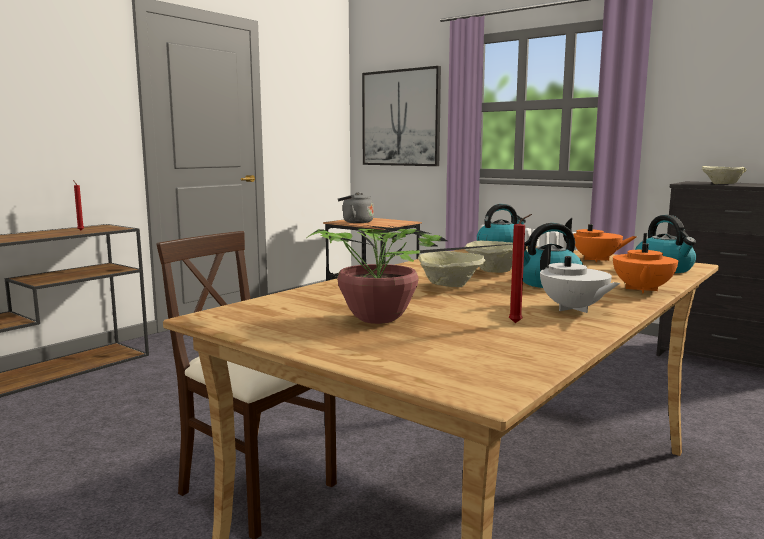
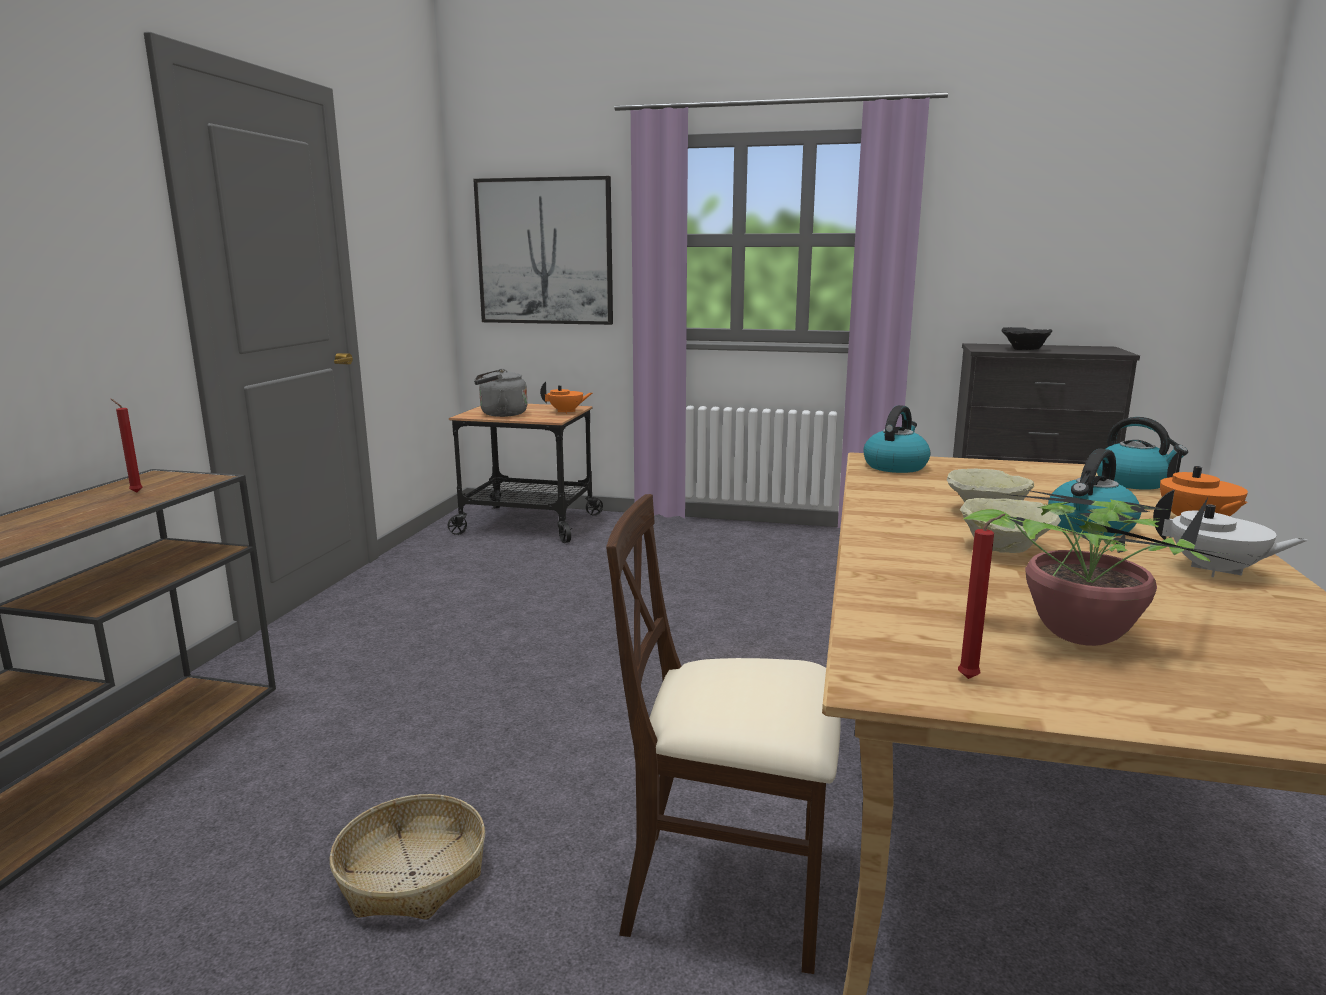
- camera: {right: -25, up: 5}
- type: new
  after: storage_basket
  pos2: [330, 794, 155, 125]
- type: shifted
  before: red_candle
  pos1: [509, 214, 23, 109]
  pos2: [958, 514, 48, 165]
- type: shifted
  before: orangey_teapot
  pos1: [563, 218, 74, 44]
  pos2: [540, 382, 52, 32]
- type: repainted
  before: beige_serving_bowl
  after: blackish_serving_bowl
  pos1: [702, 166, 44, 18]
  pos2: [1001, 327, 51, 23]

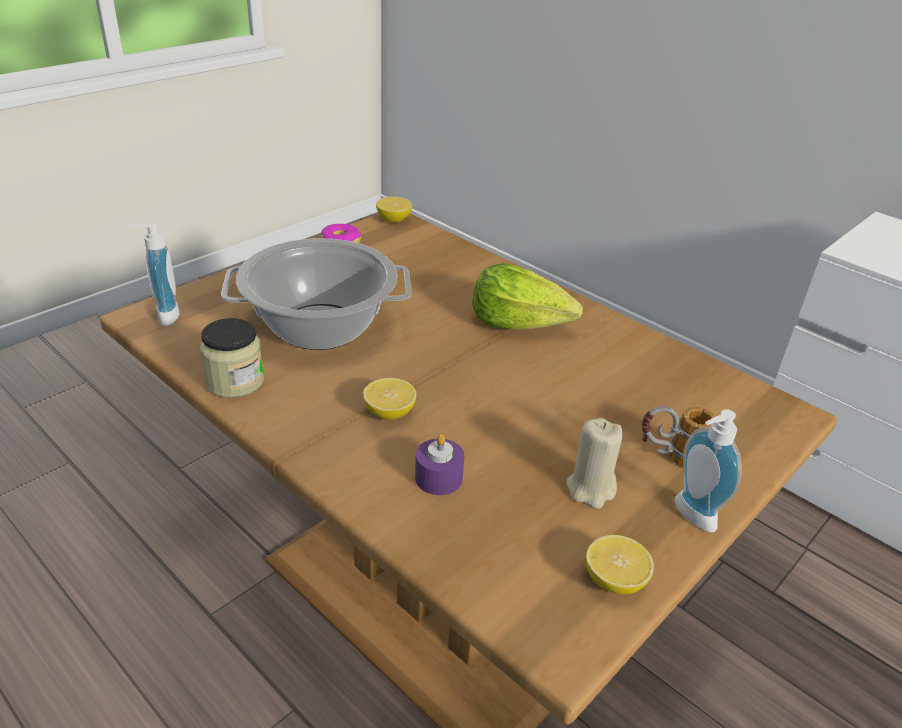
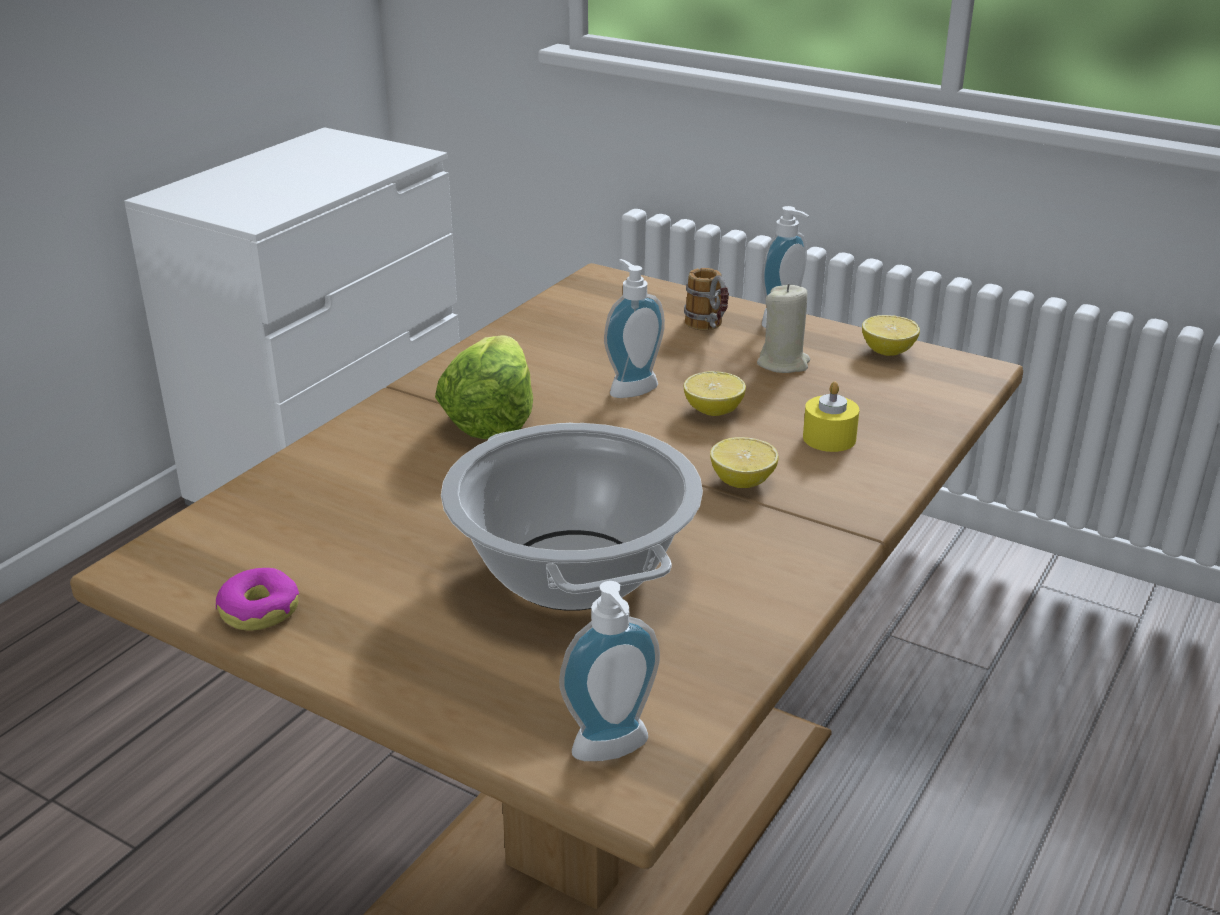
- camera: {right: -100, up: -5}
- type: gone
  before: preserve_jar
  pos1: [200, 318, 64, 80]
- type: new
  after: soap_bottle
  pos2: [604, 259, 61, 139]
- type: shifted
  before: citrus_fruit
  pos1: [376, 197, 36, 26]
  pos2: [684, 371, 62, 45]
- type: repainted
  before: purple-coloured_candle
  after: yellowish_candle
  pos1: [415, 434, 49, 61]
  pos2: [803, 382, 56, 70]

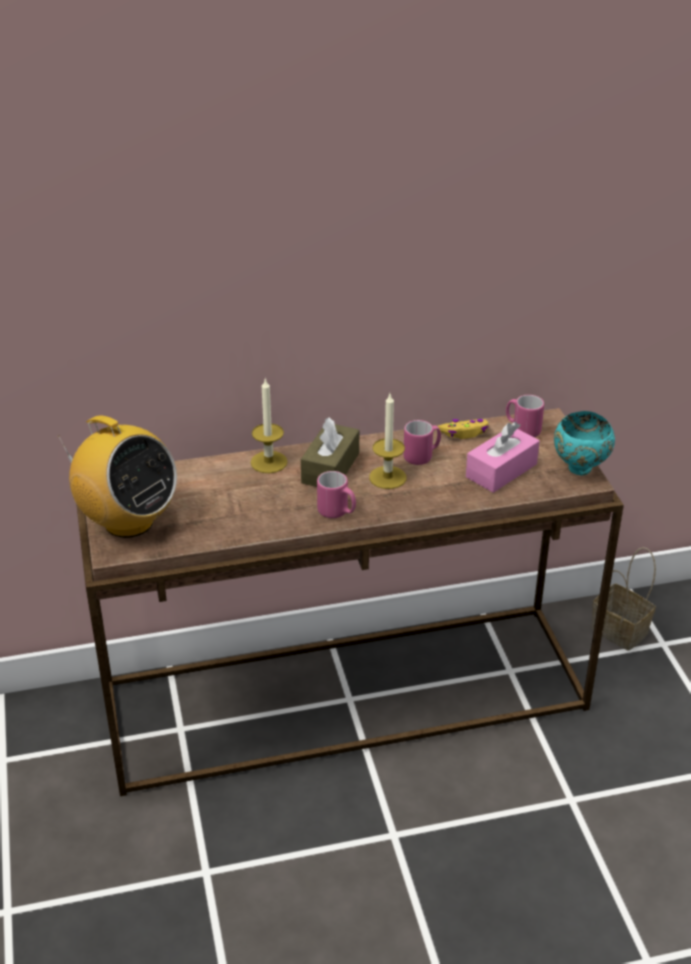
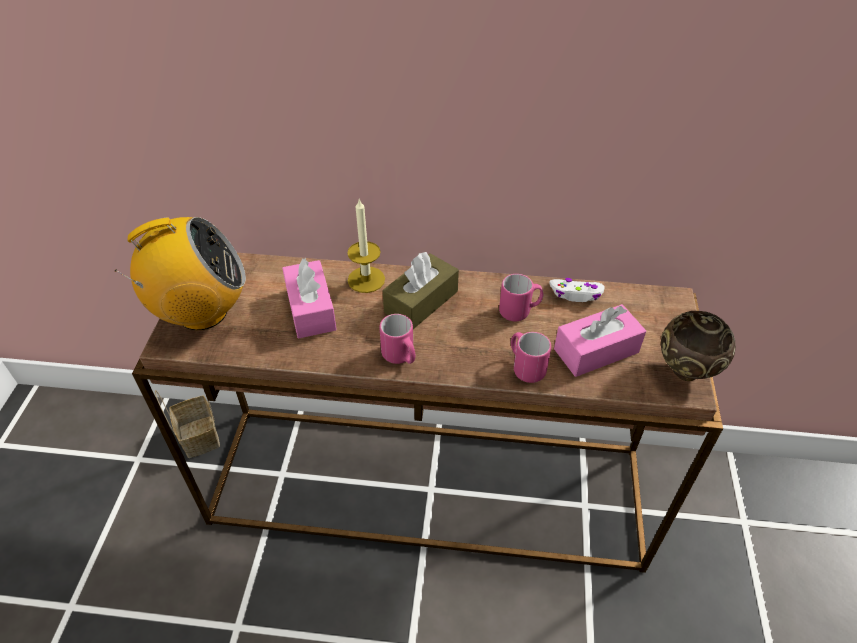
- camera: {right: 20, up: 10}
- type: gone
  before: candle
  pos1: [369, 394, 37, 95]
- type: new
  after: pink_box_of_tissues
  pos2: [282, 258, 55, 80]
- type: shifted
  before: pink_mug
  pos1: [506, 395, 38, 42]
  pos2: [511, 332, 40, 51]
- type: shifted
  before: storage_basket
  pos1: [591, 547, 65, 104]
  pos2: [155, 390, 65, 68]
- type: repainted
  before: yellowish_game_controller
  after: white_game_controller
  pos1: [438, 419, 50, 20]
  pos2: [549, 278, 55, 24]
- type: repainted
  before: turquoise_serving_bowl
  after: brown-coloured_serving_bowl
  pos1: [554, 411, 61, 64]
  pos2: [661, 311, 75, 70]
- type: rotated
  before: radio_set
  pos1: [58, 416, 119, 122]
  pos2: [115, 217, 131, 113]
  turn: -75

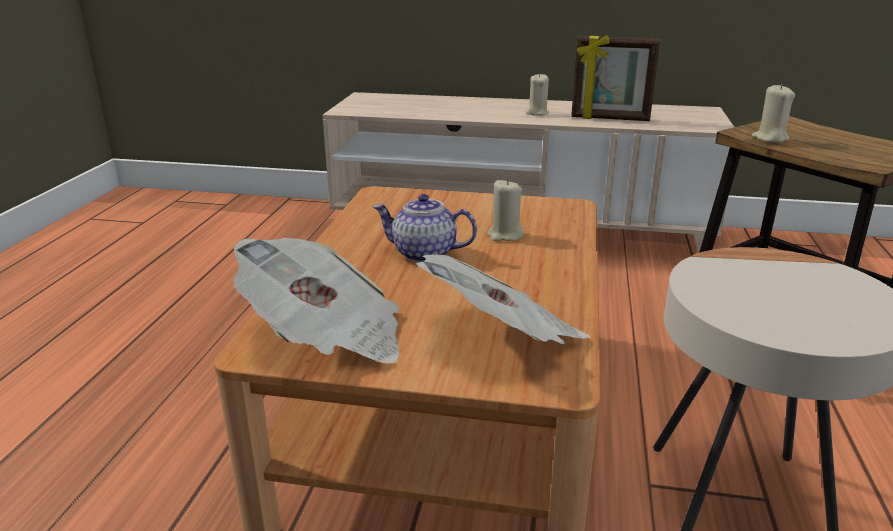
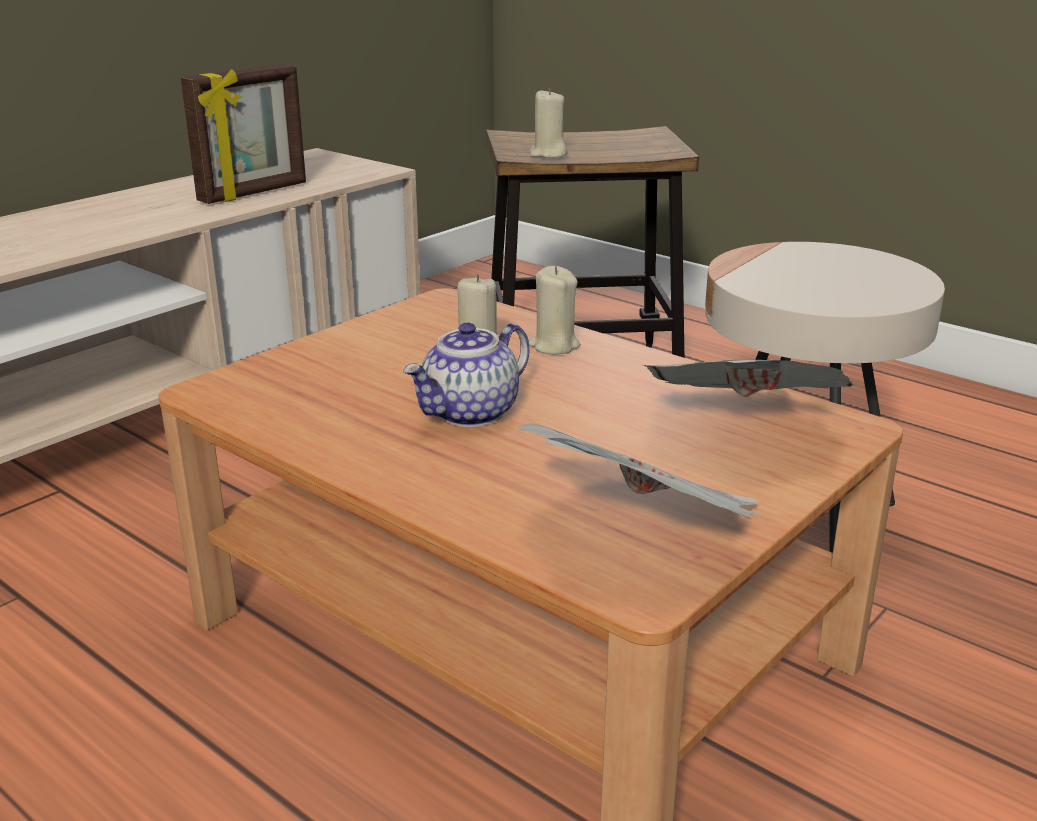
- camera: {right: -60, up: 0}
- type: shifted
  before: beige_candle
  pos1: [526, 73, 23, 43]
  pos2: [528, 266, 53, 89]

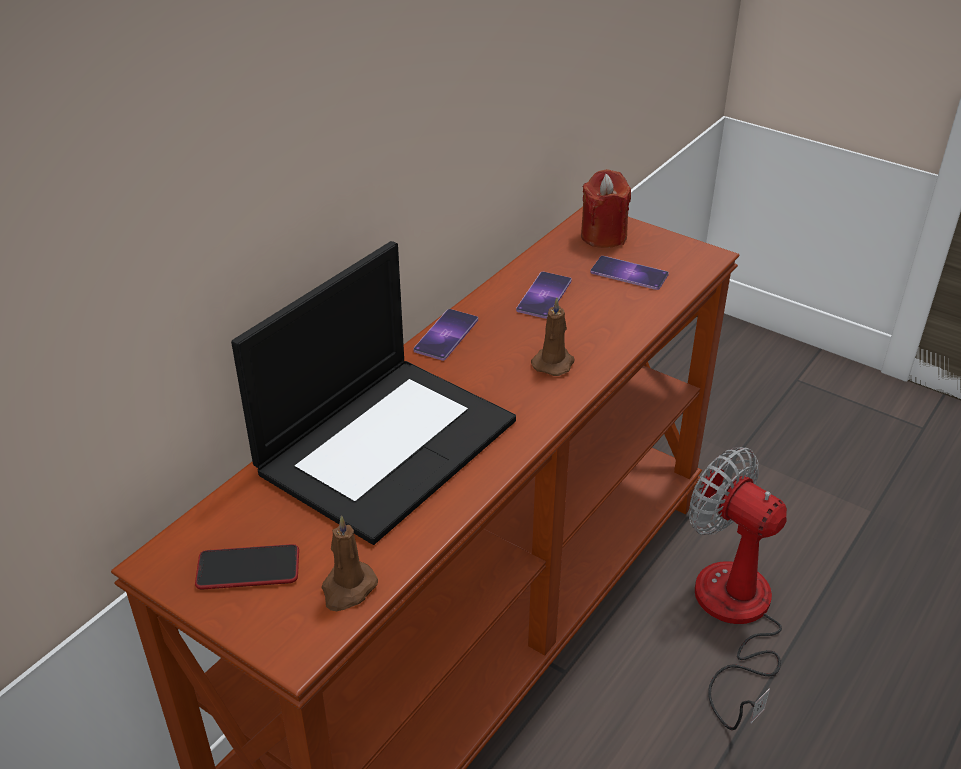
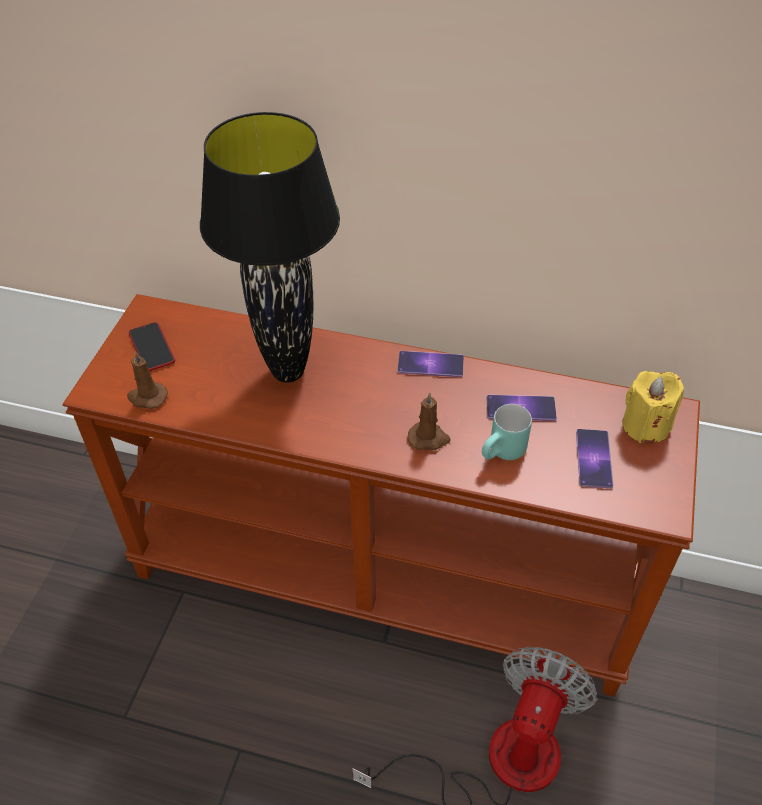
- camera: {right: 70, up: 10}
- type: new
  after: turquoise_mug
  pos2: [482, 404, 50, 56]
- type: swapped
  before: portable_computer
  after: blackish_tabletop_lamp
  pos1: [231, 241, 285, 304]
  pos2: [200, 112, 140, 271]
- type: repainted
  before: red_candle
  after: yellowish_candle
  pos1: [581, 169, 50, 79]
  pos2: [622, 371, 62, 73]

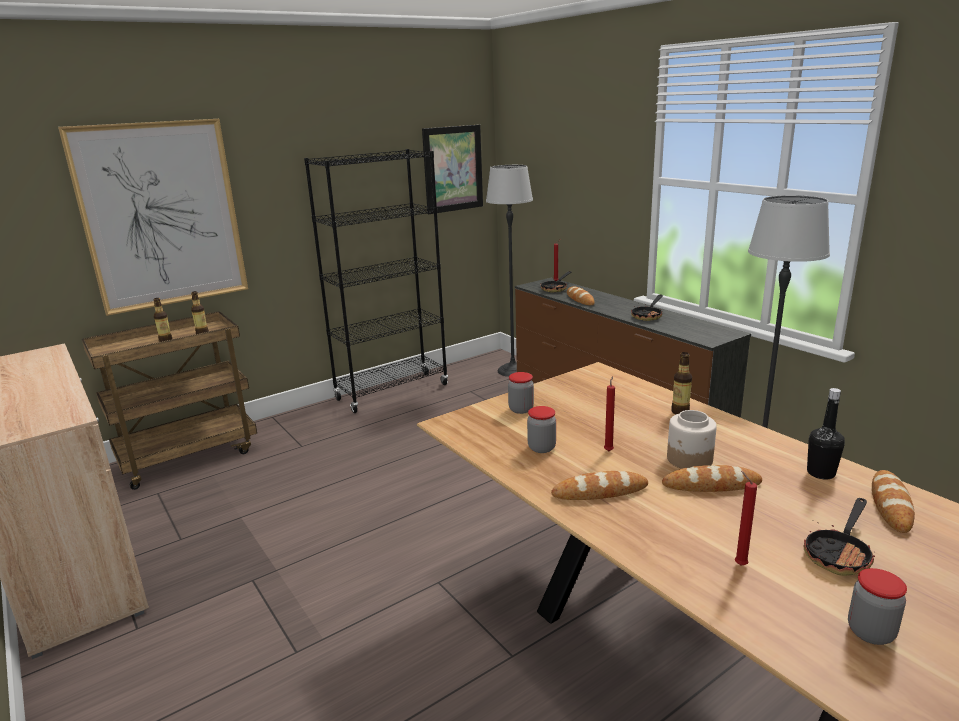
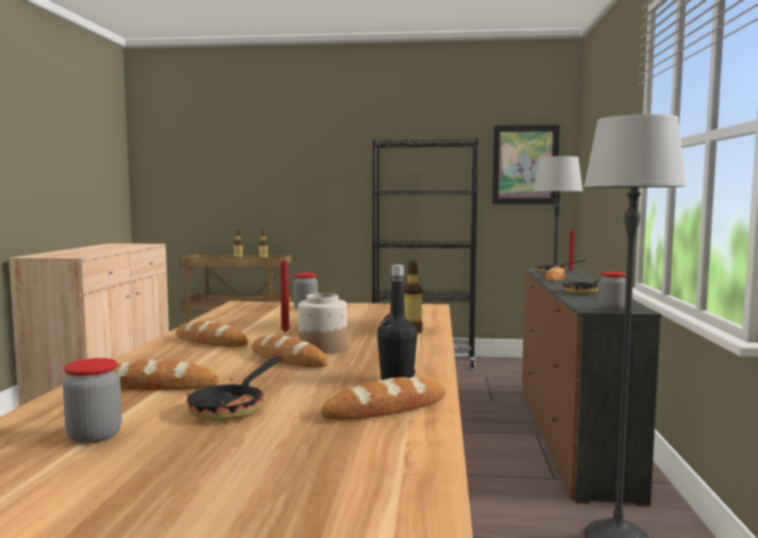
- camera: {right: 40, up: -15}
- type: gone
  before: wall_art
  pos1: [58, 119, 190, 197]
- type: shifted
  before: preserve_jar
  pos1: [527, 406, 29, 47]
  pos2: [599, 271, 27, 40]
- type: swapped
  before: red_candle
  after: bread
  pos1: [735, 471, 22, 94]
  pos2: [114, 360, 105, 30]
- type: rotated
  before: pan
  pos1: [804, 498, 71, 78]
  pos2: [185, 356, 97, 66]
  turn: -60

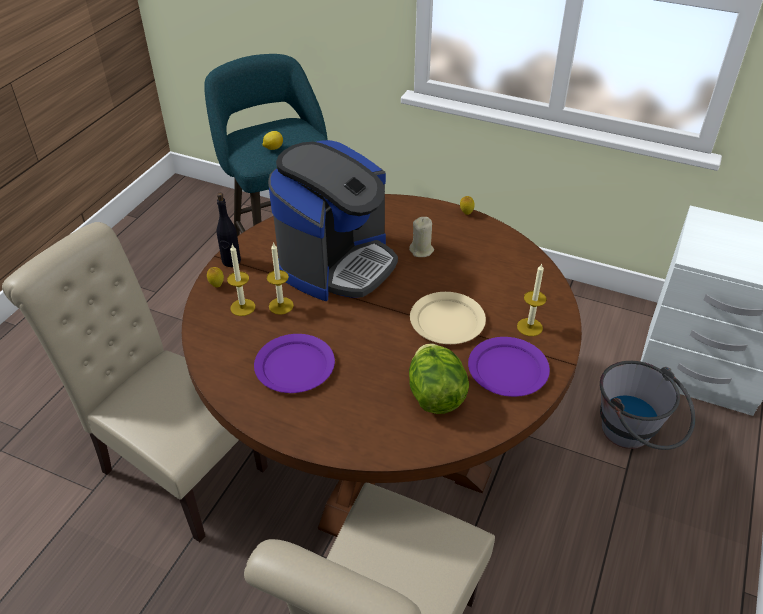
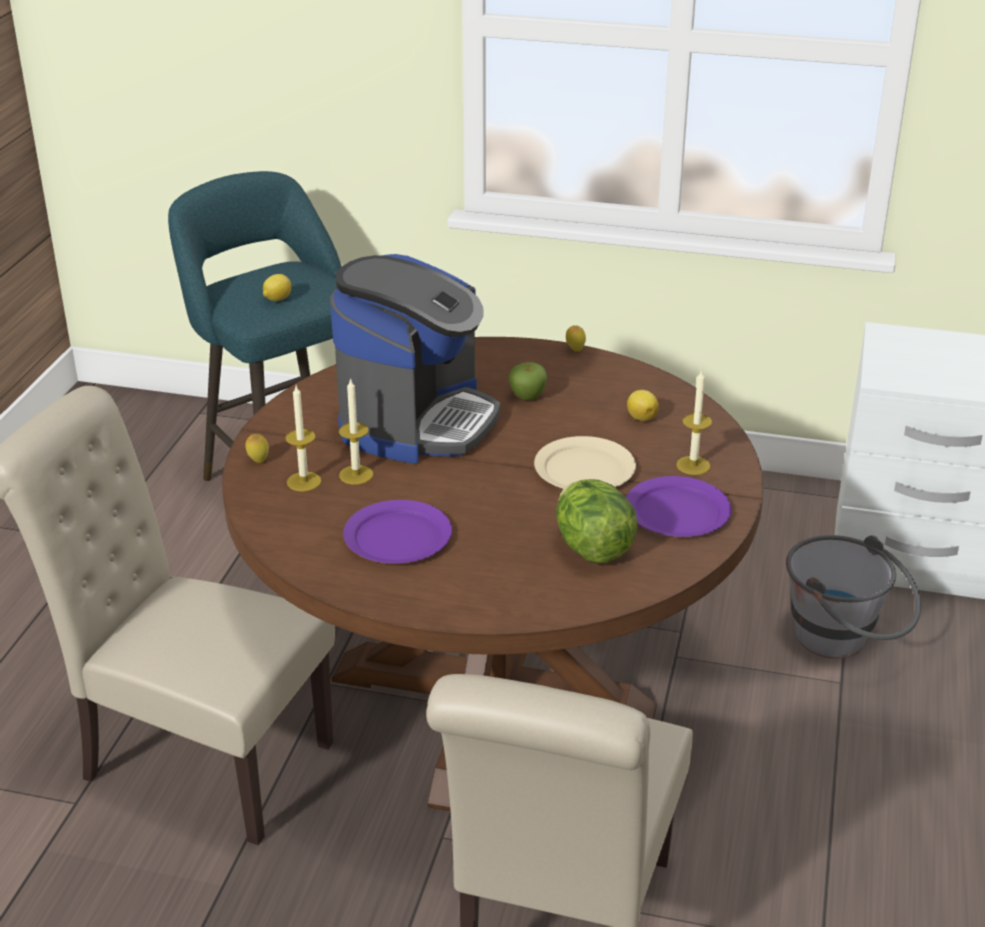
- camera: {right: -10, up: -10}
- type: gone
  before: blackish_beverage_bottle
  pos1: [216, 193, 25, 74]
- type: new
  after: citrus_fruit
  pos2: [627, 390, 32, 31]
- type: swapped
  before: beige_candle
  after: apple
  pos1: [409, 217, 25, 40]
  pos2: [508, 362, 39, 39]

